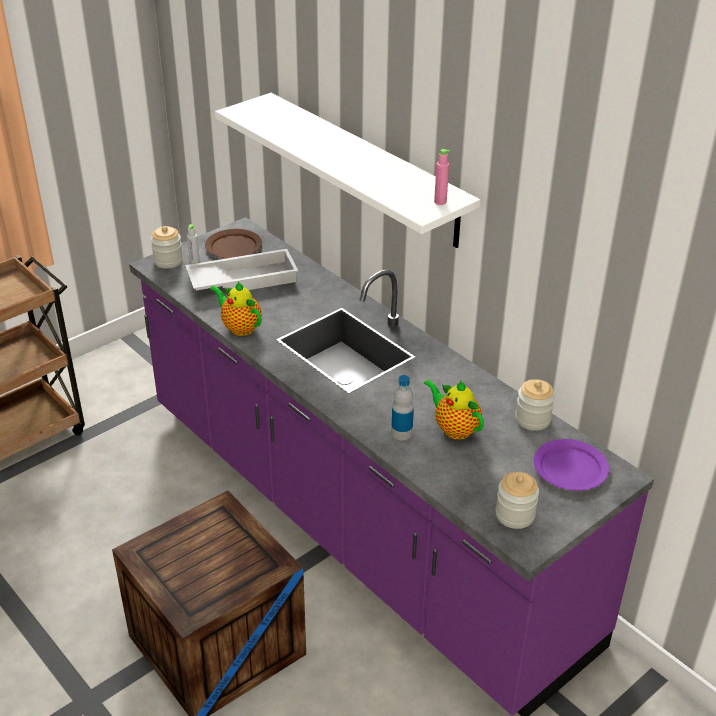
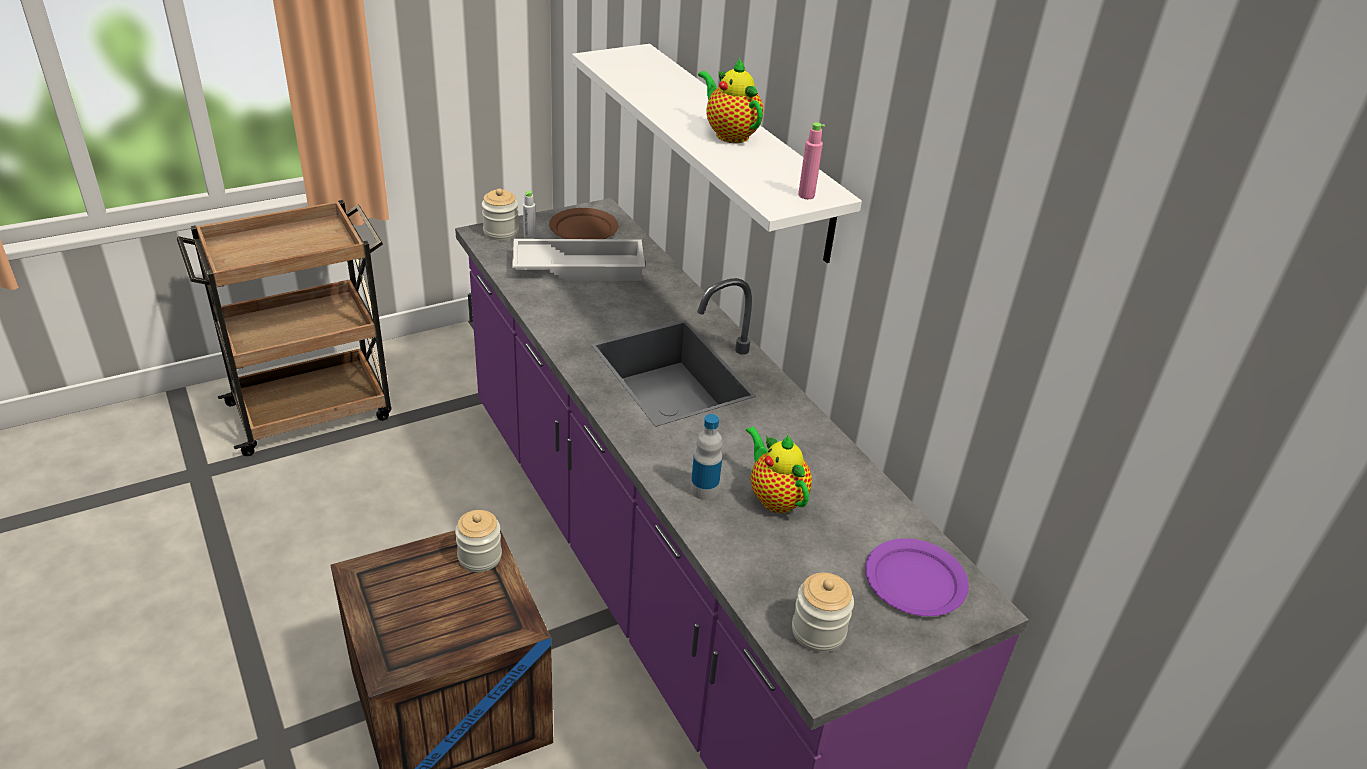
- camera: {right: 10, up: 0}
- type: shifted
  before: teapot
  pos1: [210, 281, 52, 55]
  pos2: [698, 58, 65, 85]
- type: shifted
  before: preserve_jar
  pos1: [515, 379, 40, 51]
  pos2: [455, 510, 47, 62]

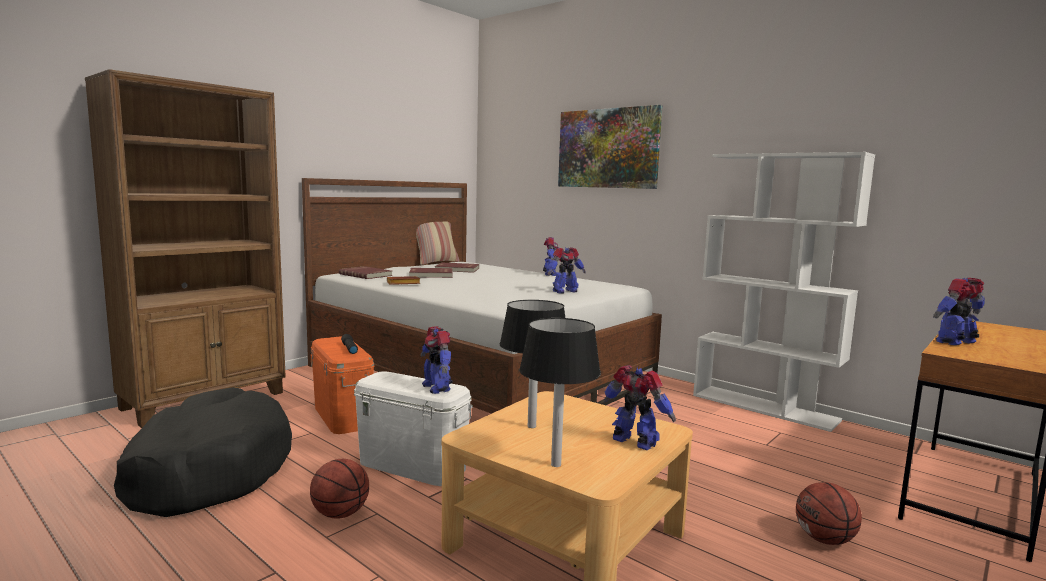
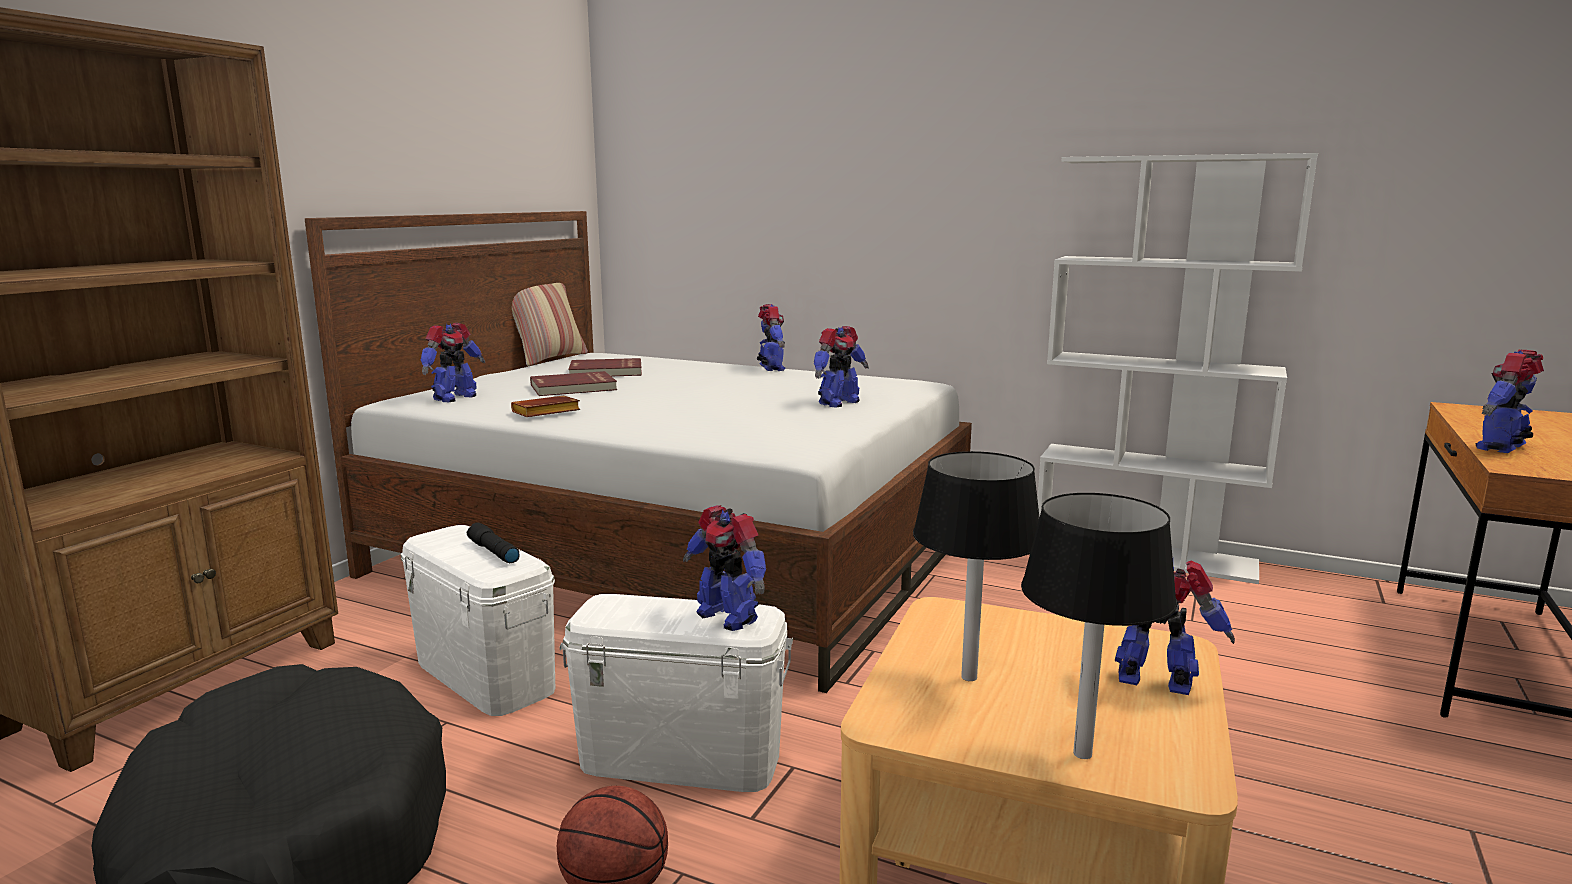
- camera: {right: -15, up: 5}
- type: gone
  before: wall_art
  pos1: [558, 105, 104, 84]
- type: gone
  before: basketball_ball
  pos1: [796, 482, 66, 63]
- type: swapped
  before: red_volume
  after: robot_figure
  pos1: [339, 266, 54, 13]
  pos2: [421, 323, 64, 79]
- type: repainted
  before: orangey_storage_bin
  after: white_storage_bin
  pos1: [310, 336, 64, 98]
  pos2: [401, 525, 154, 191]

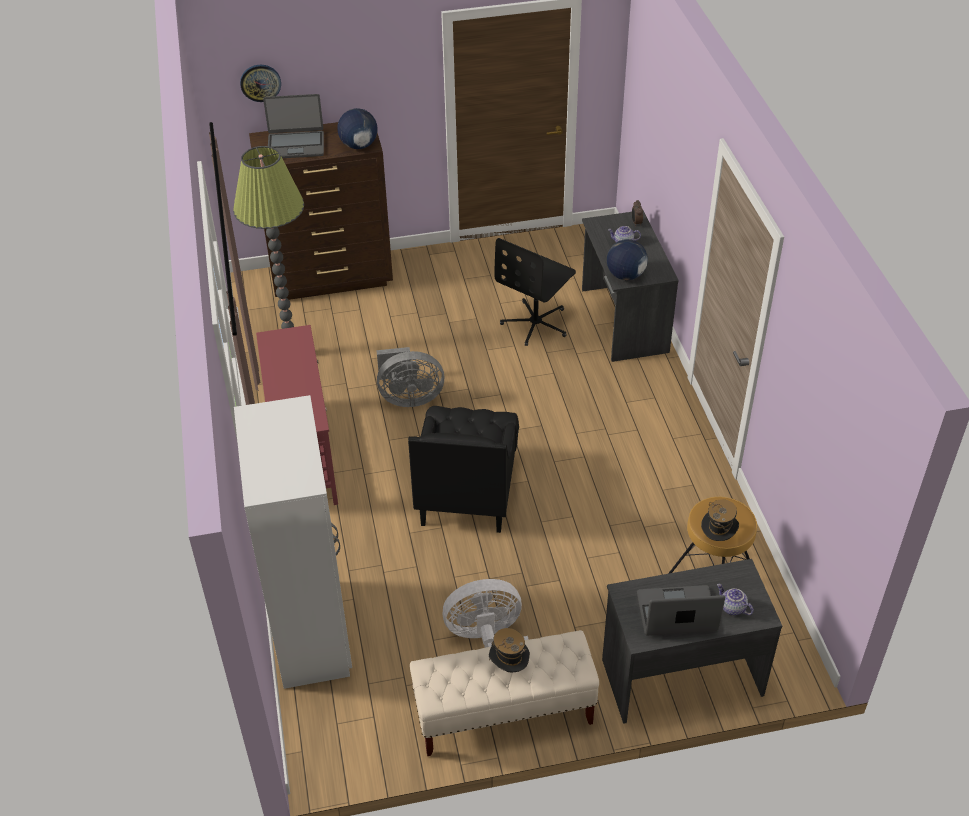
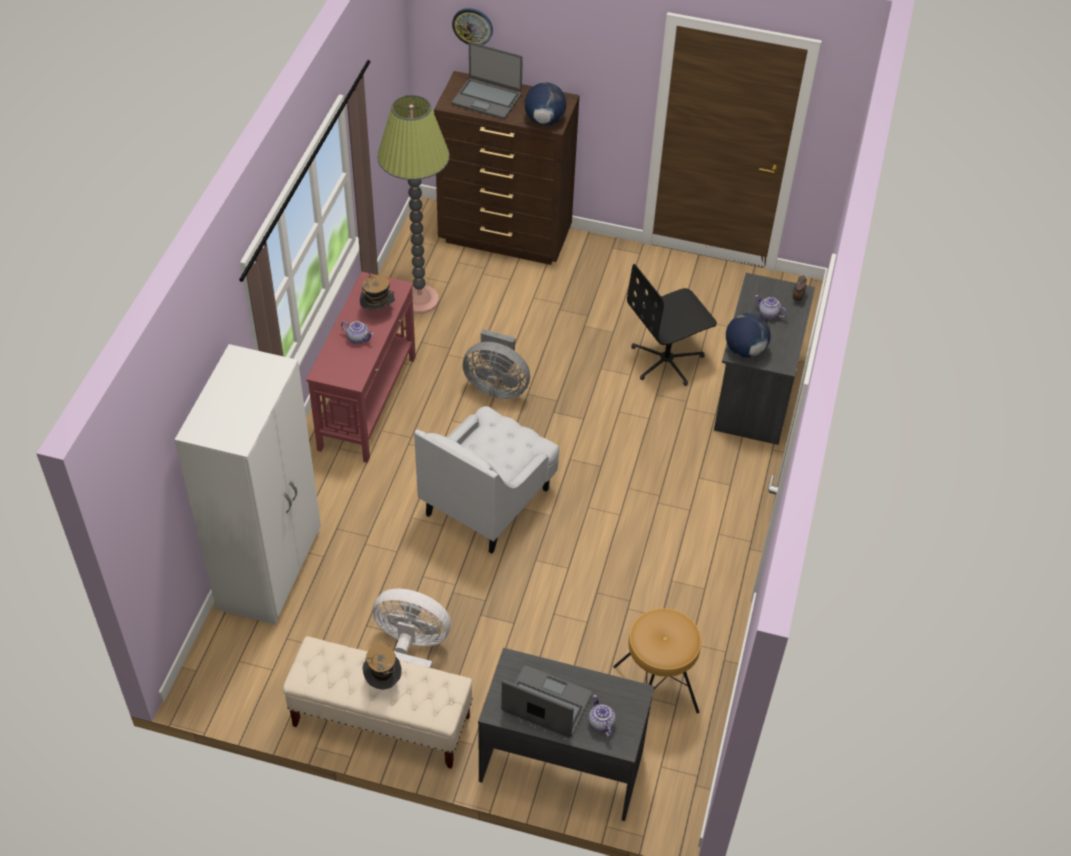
- camera: {right: 25, up: 5}
- type: new
  after: teapot
  pos2: [341, 321, 32, 23]
- type: shifted
  before: clothing_hat
  pos1: [701, 499, 38, 42]
  pos2: [360, 273, 35, 37]
- type: repainted
  before: blackish_lounge_chair
  after: white_lounge_chair
  pos1: [408, 406, 111, 127]
  pos2: [414, 406, 145, 148]

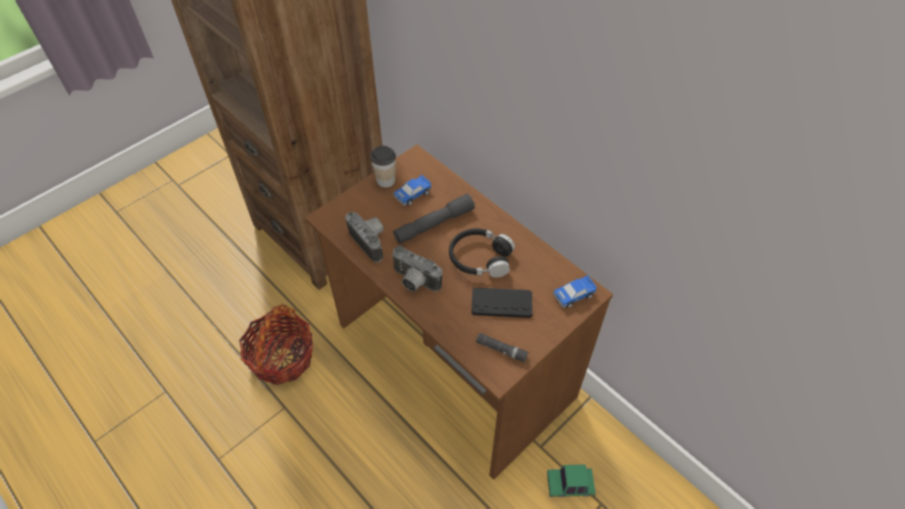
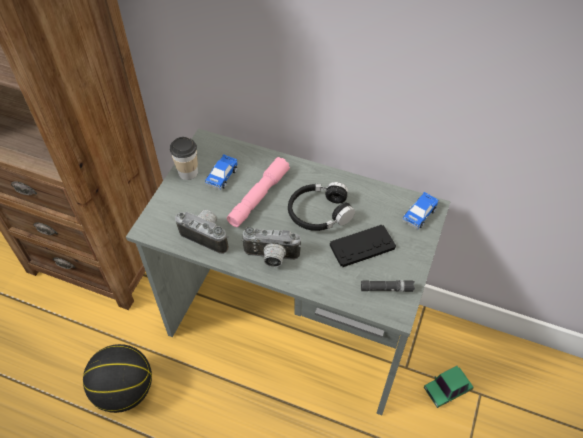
- camera: {right: -25, up: 0}
- type: swapped
  before: storage_basket
  after: basketball_ball
  pos1: [239, 304, 74, 81]
  pos2: [83, 344, 69, 69]
- type: repainted
  before: brown-coloured_desk_unit
  after: grey_desk_unit
  pos1: [305, 145, 308, 335]
  pos2: [126, 128, 325, 288]
- type: repainted
  before: grey_flashlight
  after: pink_flashlight
  pos1: [393, 194, 82, 50]
  pos2: [227, 157, 63, 70]

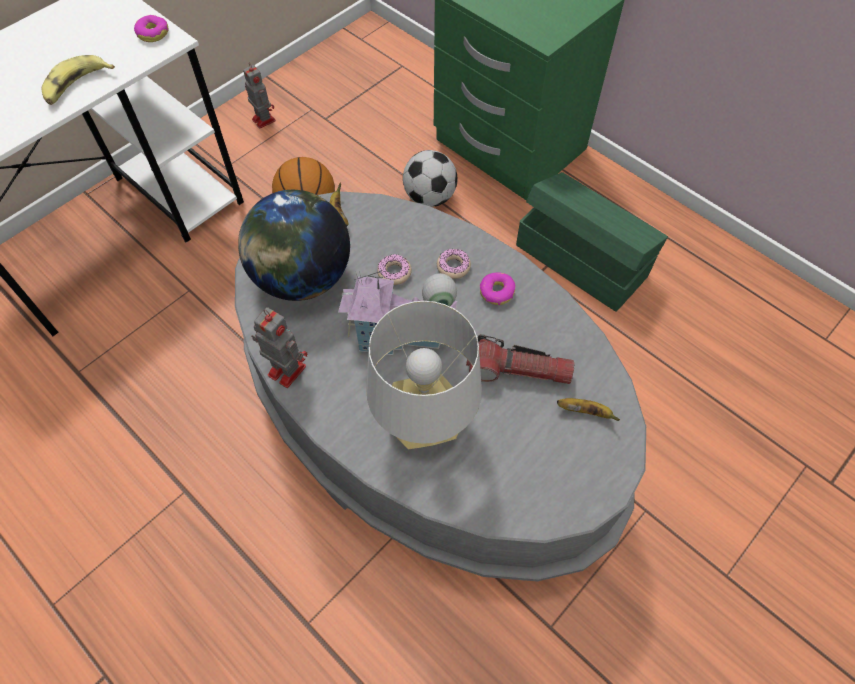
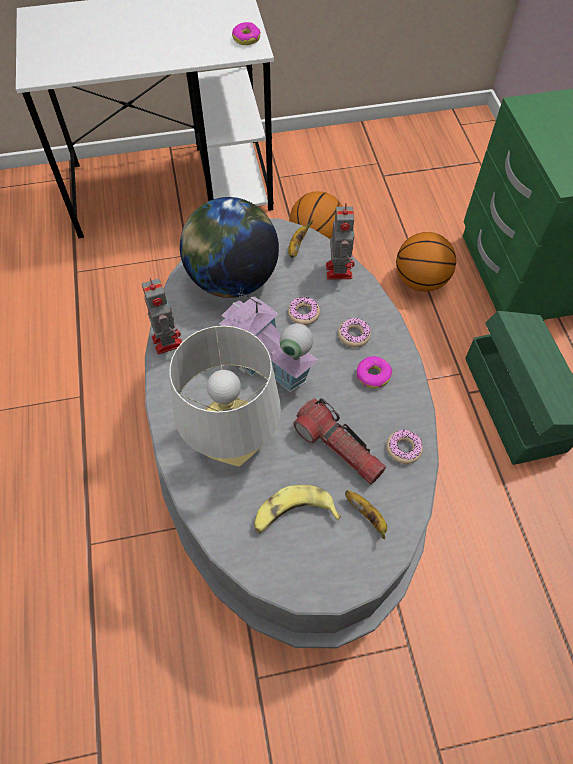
- camera: {right: 35, up: 0}
- type: new
  after: ring_doughnut
  pos2: [386, 430, 37, 34]
- type: shifted
  before: banana_fruit
  pos1: [41, 55, 74, 50]
  pos2: [254, 485, 87, 49]
- type: shifted
  before: robot_figure
  pos1: [243, 62, 33, 66]
  pos2: [326, 203, 29, 77]
- type: swapped
  before: football_ball
  after: basketball_ball
  pos1: [403, 150, 55, 57]
  pos2: [396, 232, 60, 60]

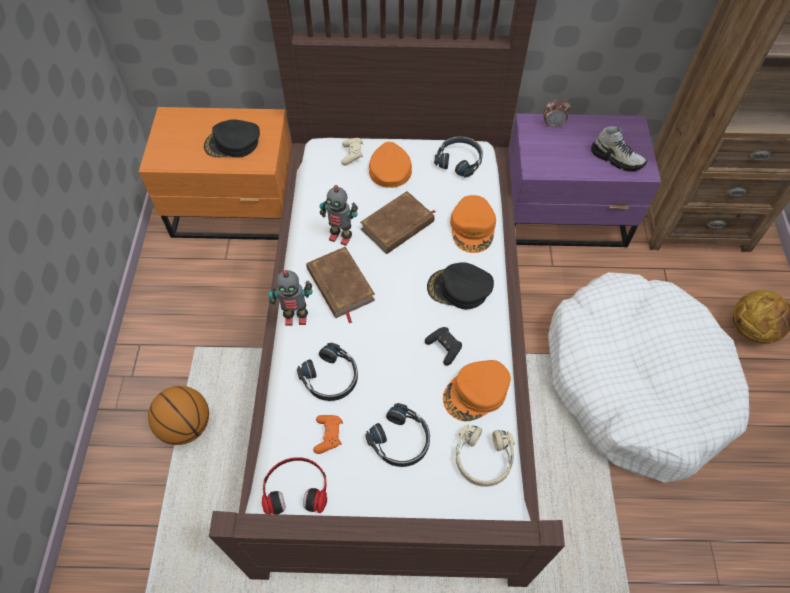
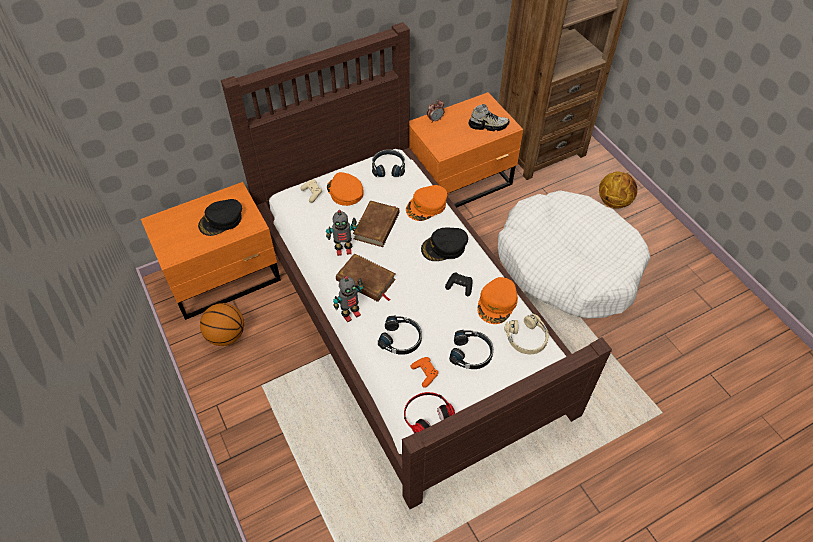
- camera: {right: -30, up: -5}
- type: shifted
  before: basketball_ball
  pos1: [148, 386, 61, 59]
  pos2: [200, 303, 44, 43]
- type: repainted
  before: purple-coloured_bedside_table
  after: orangey_bedside_table
  pos1: [509, 114, 152, 133]
  pos2: [409, 92, 114, 115]
- type: rotated
  before: orangey_cap
  pos1: [450, 195, 46, 58]
  pos2: [406, 185, 41, 36]
  turn: 75

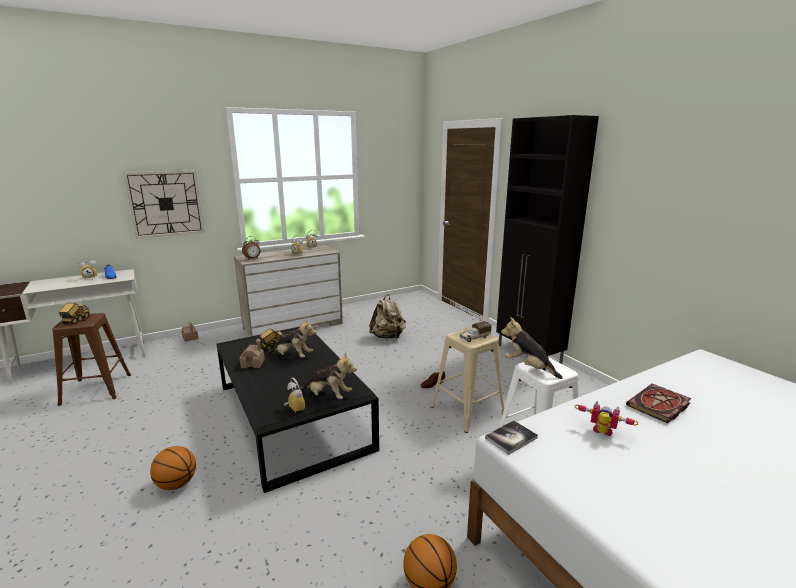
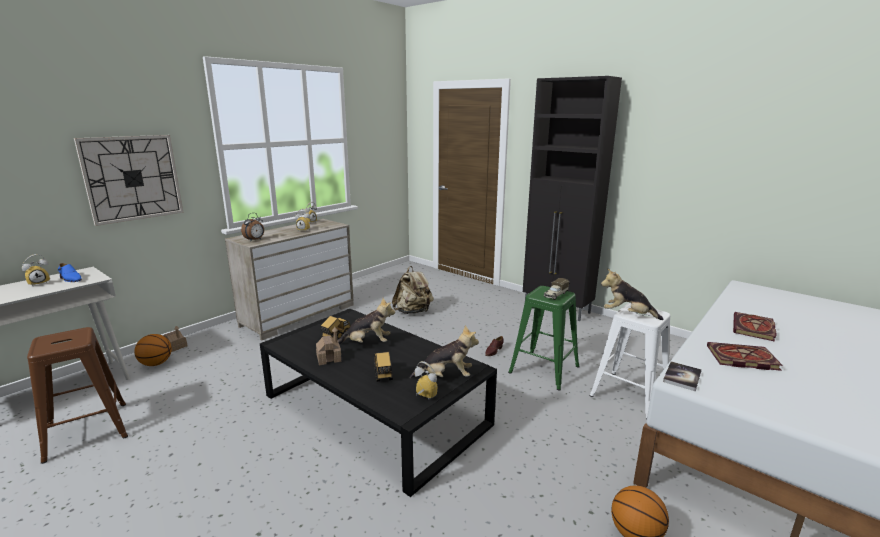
- camera: {right: -20, up: 0}
- type: shifted
  before: toy_truck
  pos1: [59, 303, 31, 21]
  pos2: [374, 352, 19, 30]
- type: shifted
  before: basketball_ball
  pos1: [150, 446, 46, 44]
  pos2: [134, 334, 38, 32]
- type: swapped
  before: robot_figure
  after: volume
  pos1: [575, 401, 63, 35]
  pos2: [707, 342, 76, 29]
- type: repainted
  before: beige_stool
  after: green-coloured_stool
  pos1: [430, 327, 74, 106]
  pos2: [508, 286, 72, 104]

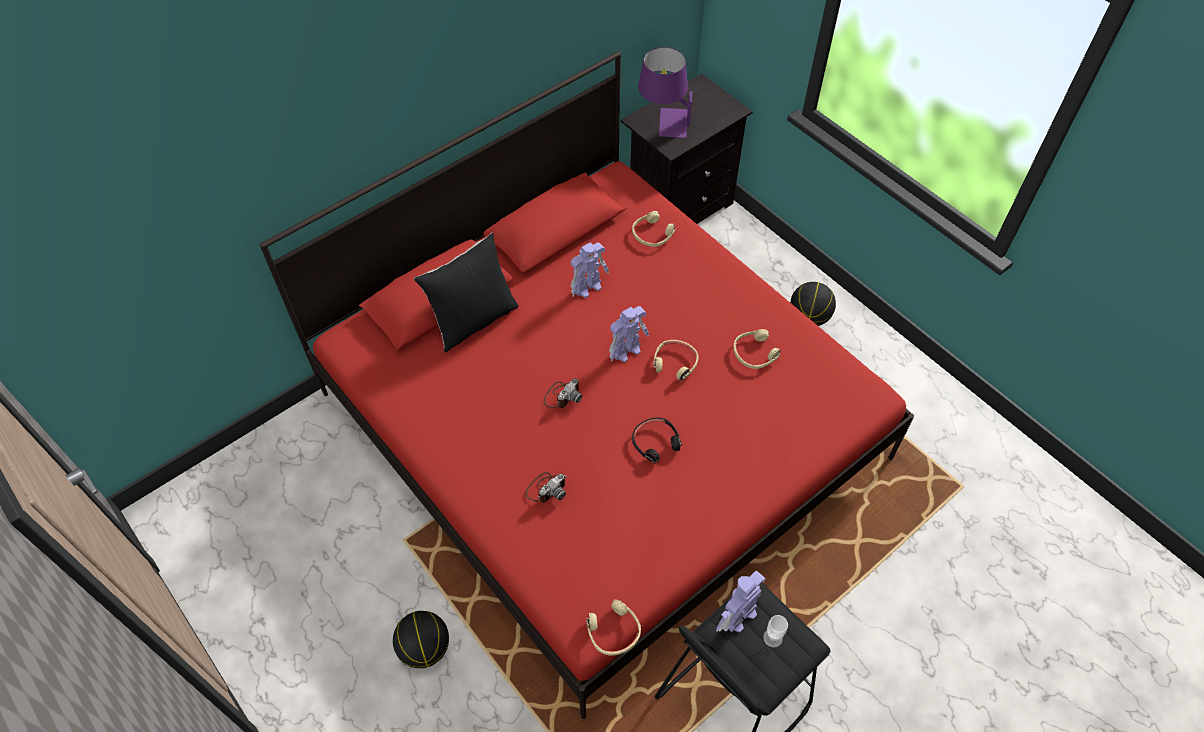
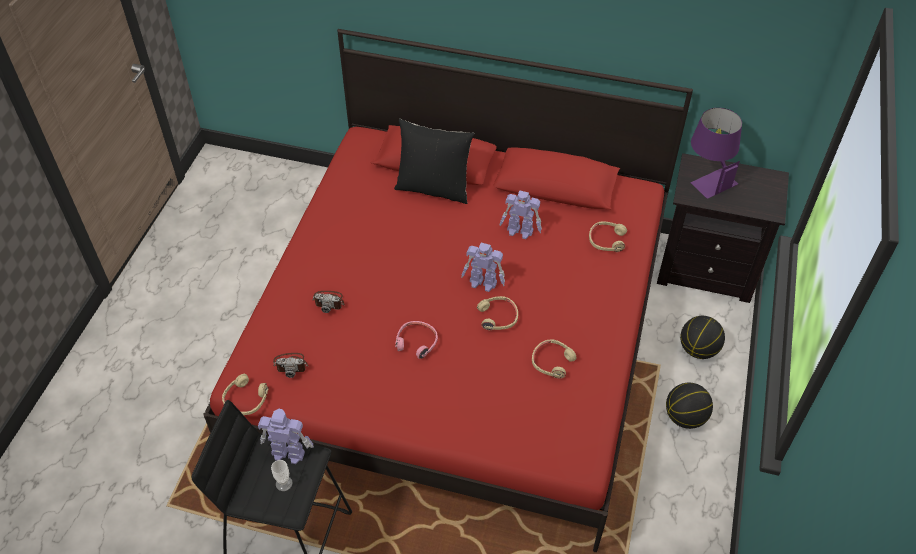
- camera: {right: 55, up: -5}
- type: shifted
  before: basketball_ball
  pos1: [393, 611, 56, 57]
  pos2: [680, 316, 45, 43]
- type: shifted
  before: still_camera
  pos1: [544, 379, 38, 29]
  pos2: [273, 353, 36, 25]
- type: repainted
  before: blackish_pair_of_headphones
  after: pink_pair_of_headphones
  pos1: [632, 418, 50, 46]
  pos2: [395, 321, 43, 38]

